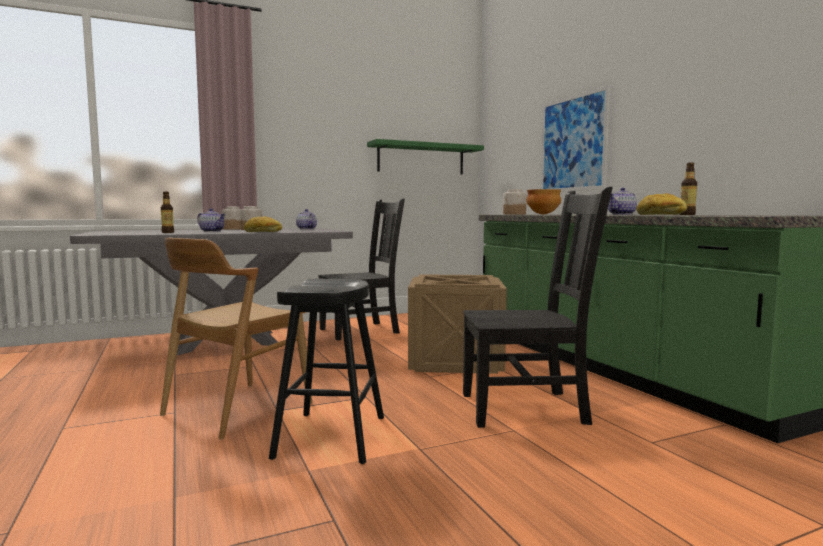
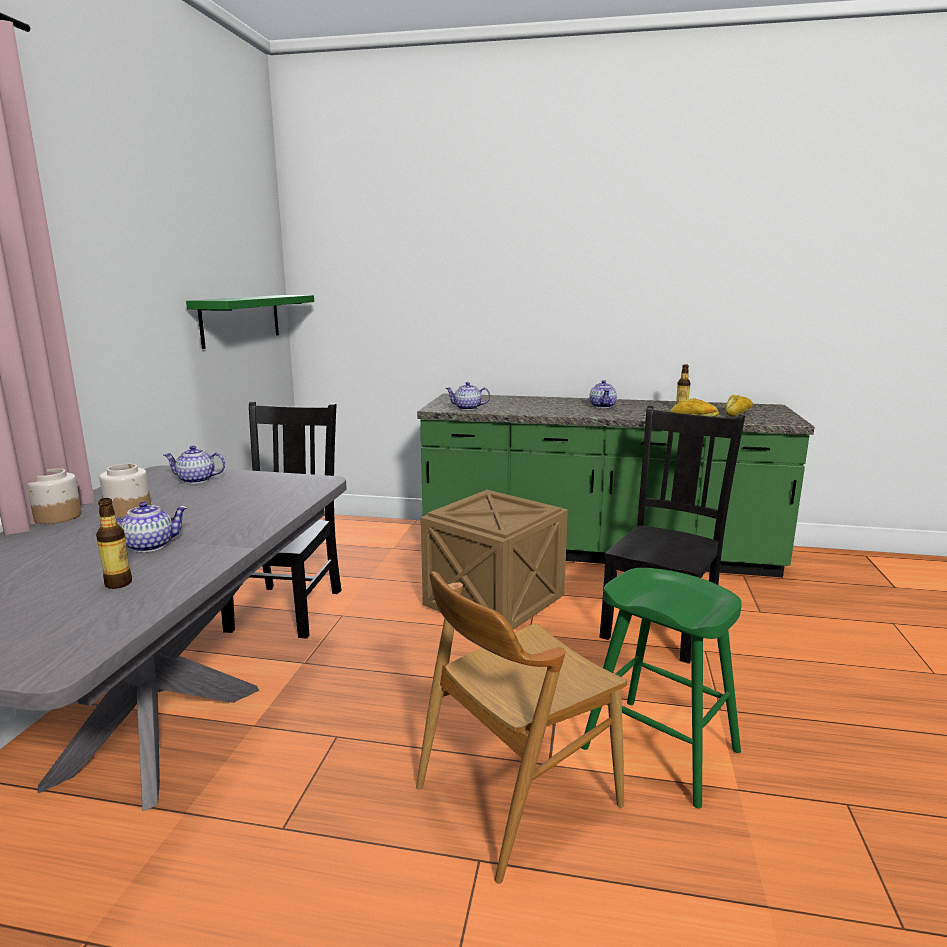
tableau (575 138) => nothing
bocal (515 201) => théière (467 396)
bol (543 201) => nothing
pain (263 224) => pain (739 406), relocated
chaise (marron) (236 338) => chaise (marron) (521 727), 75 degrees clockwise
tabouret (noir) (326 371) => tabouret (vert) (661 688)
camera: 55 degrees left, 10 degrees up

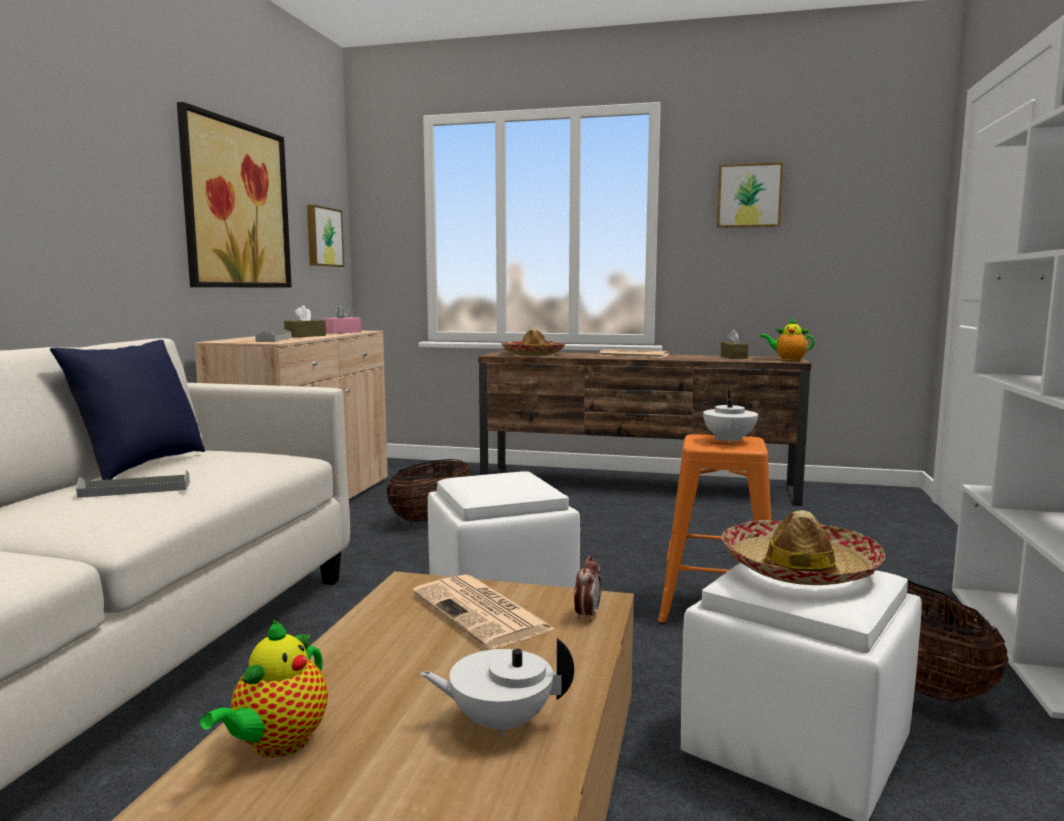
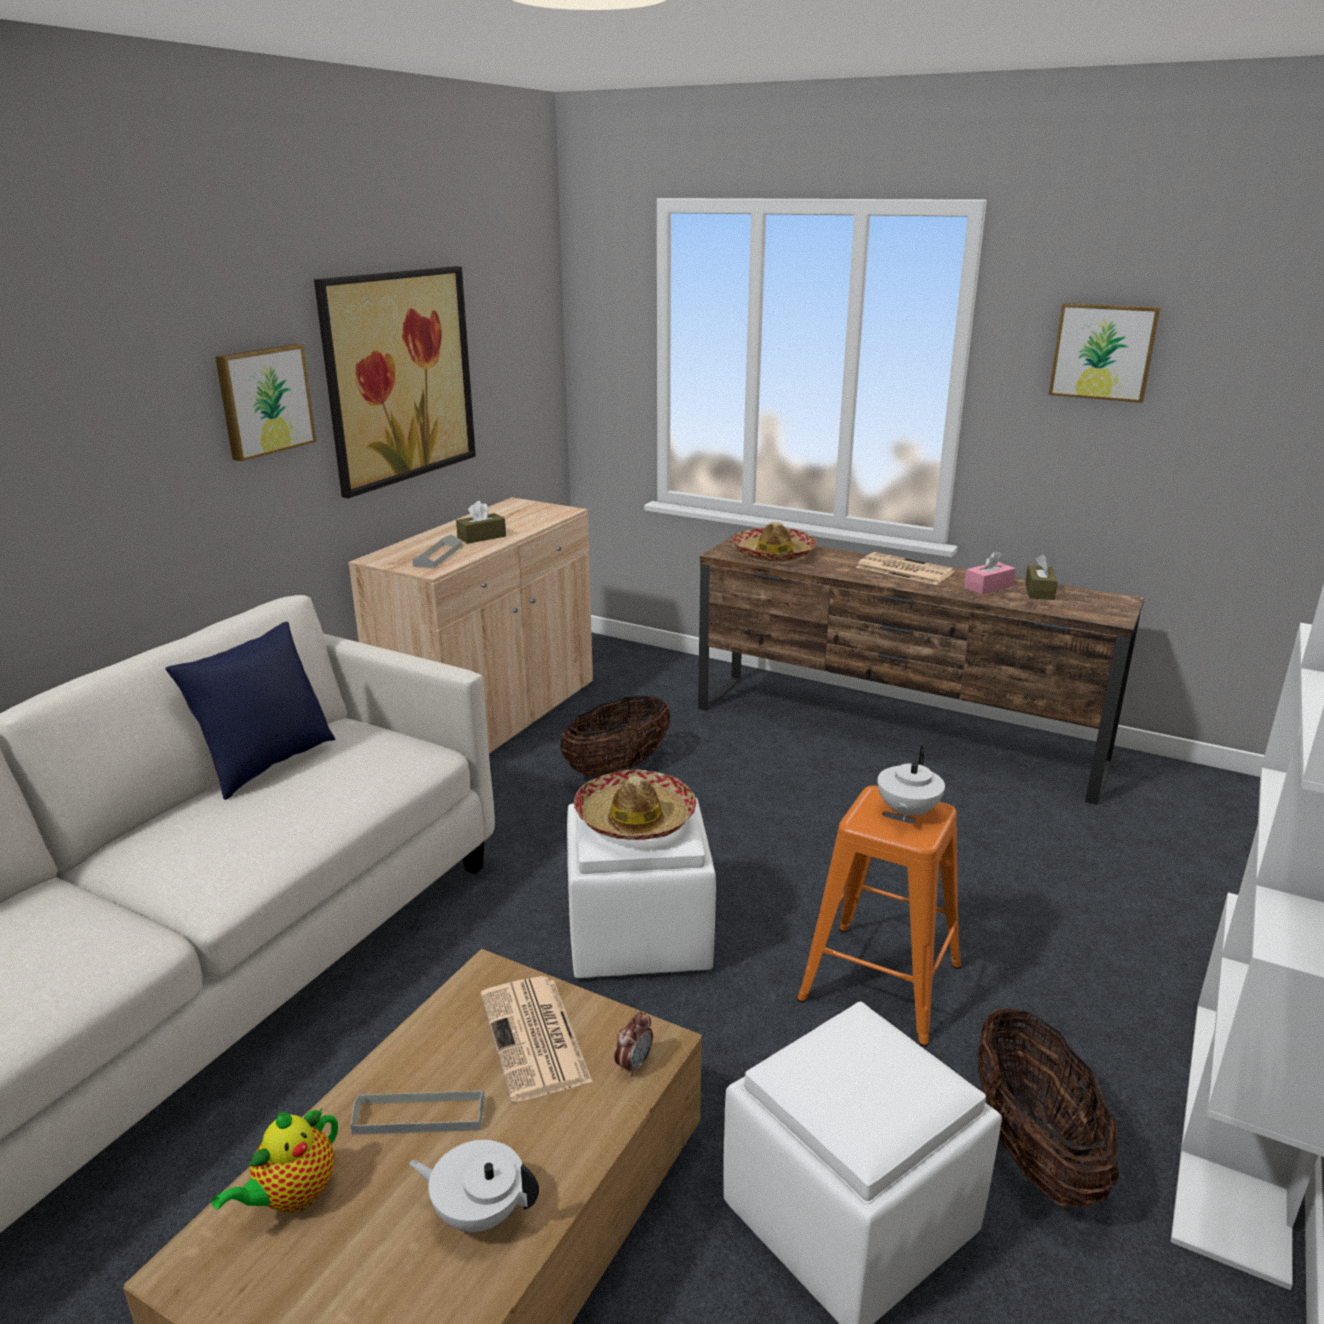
tableau (325 236) => tableau (265 402), relocated
boîte à mouchoirs (rose) (342 319) => boîte à mouchoirs (rose) (989 572), relocated
théière (787 339) => nothing
plateau (gris) (133 484) => plateau (gris) (417 1112), relocated
chapeau (803 547) => chapeau (634 804), relocated
camera: 15 degrees right, 15 degrees up

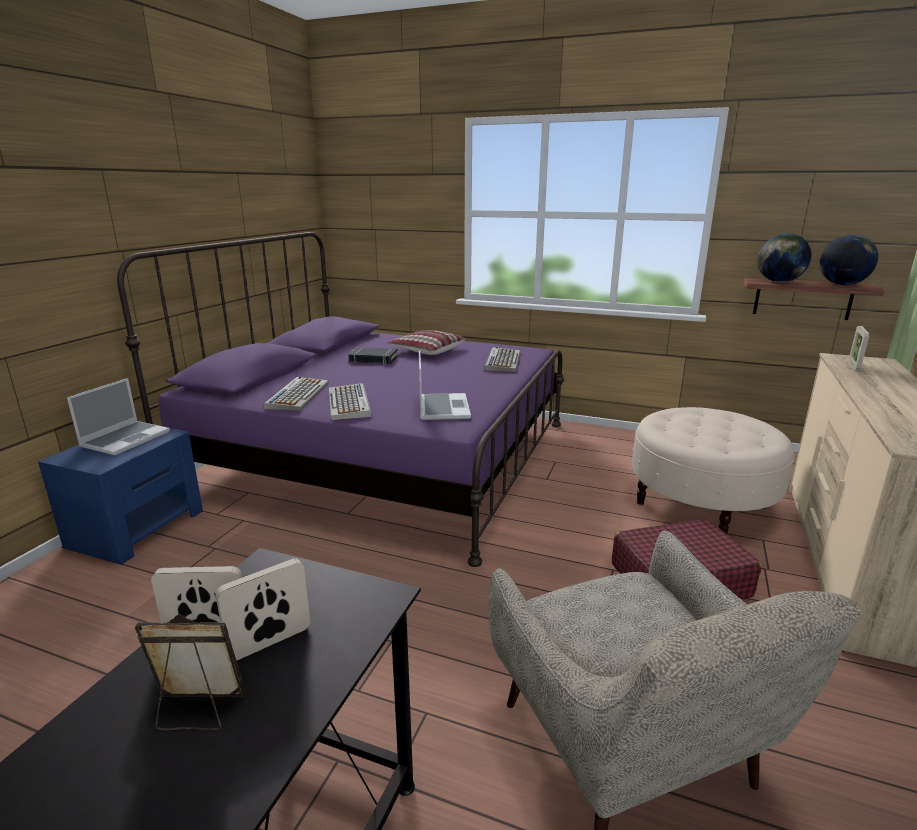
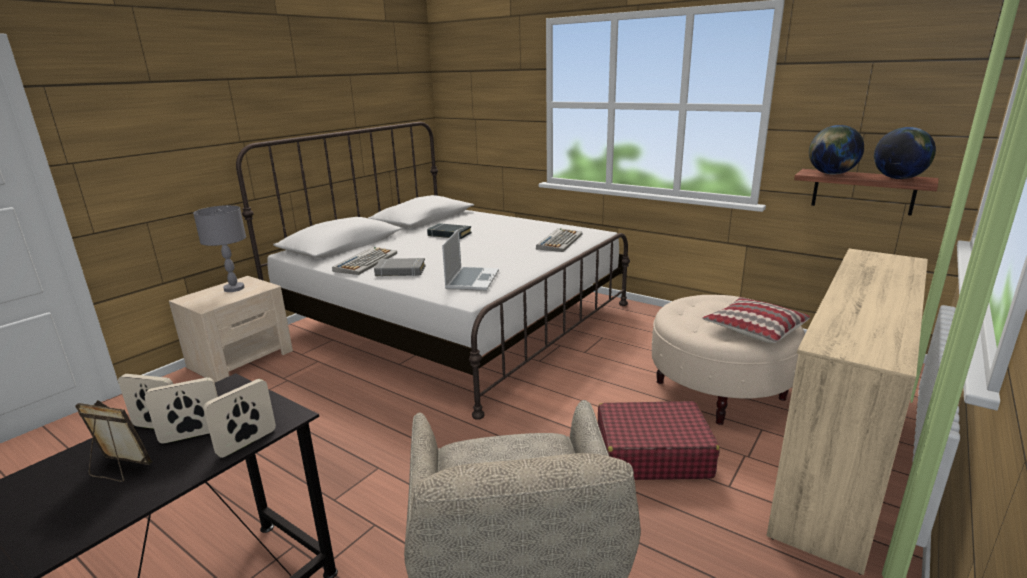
lit (violet) (340 399) => lit (blanc) (433 271)
cadre photo (859 348) => cadre photo (239 418), relocated
coussin (426 342) => coussin (756 320), relocated
ordinateur portable (118 416) => lampe de table (gris) (219 248)
clavier (350 401) => livre (gris) (399 267)
table de chevet (bleu) (120 496) => table de chevet (beige) (231 329)
camera: 15 degrees right, 0 degrees up

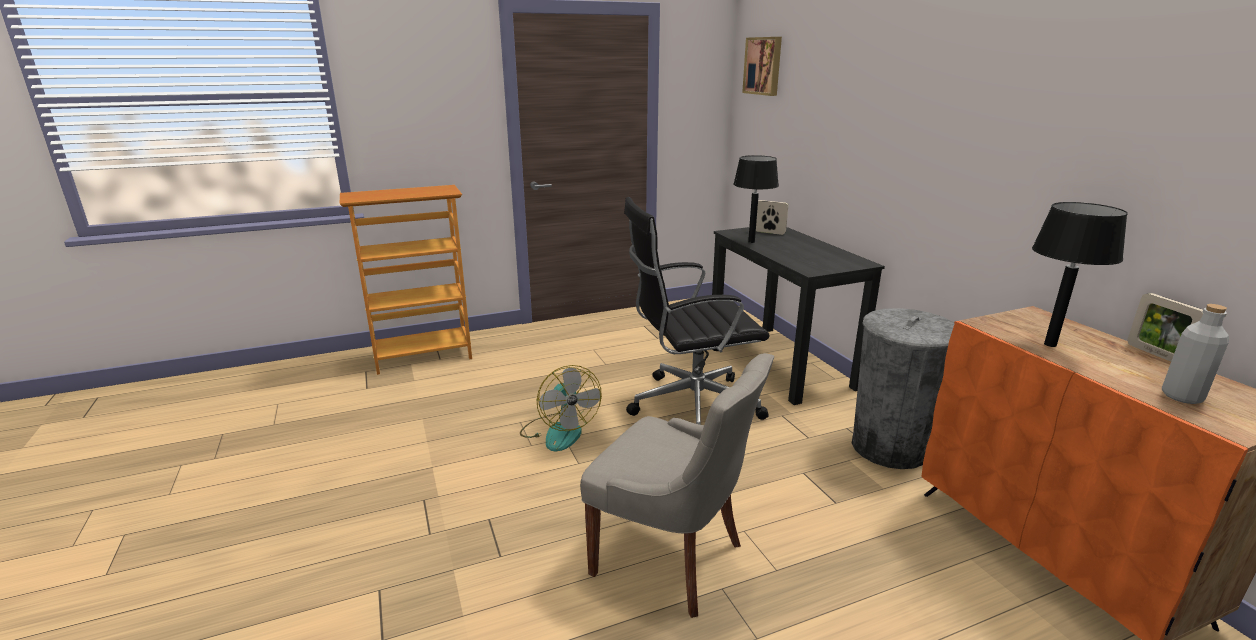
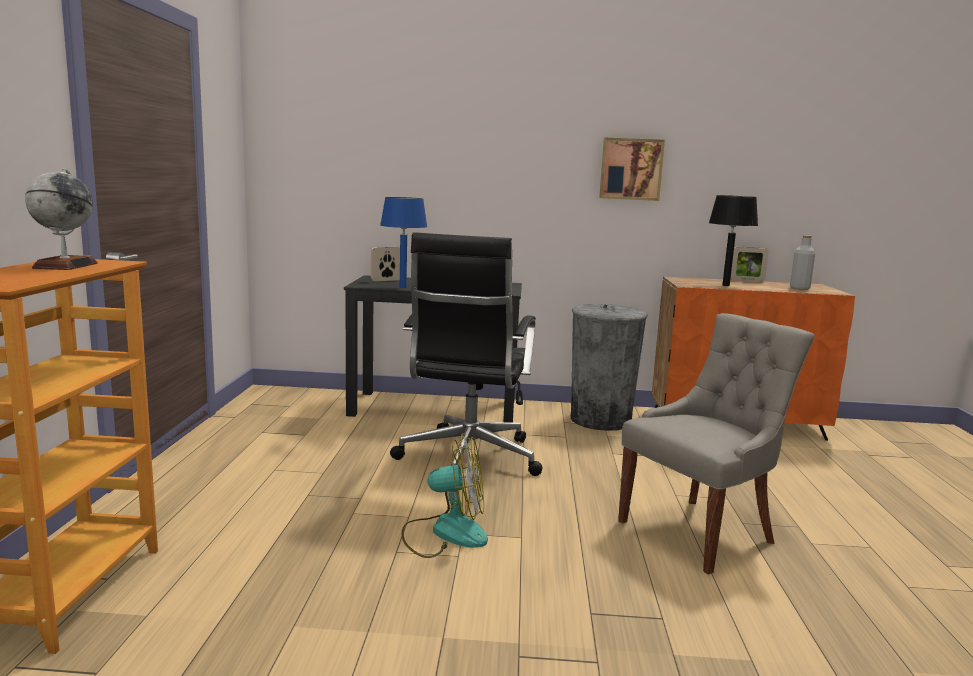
tableau (762 66) => tableau (632 169), relocated
lampe de table (noir) (756 199) => lampe de table (bleu) (403 242)
nothing => globe (61 219)
camera: 65 degrees left, 10 degrees down

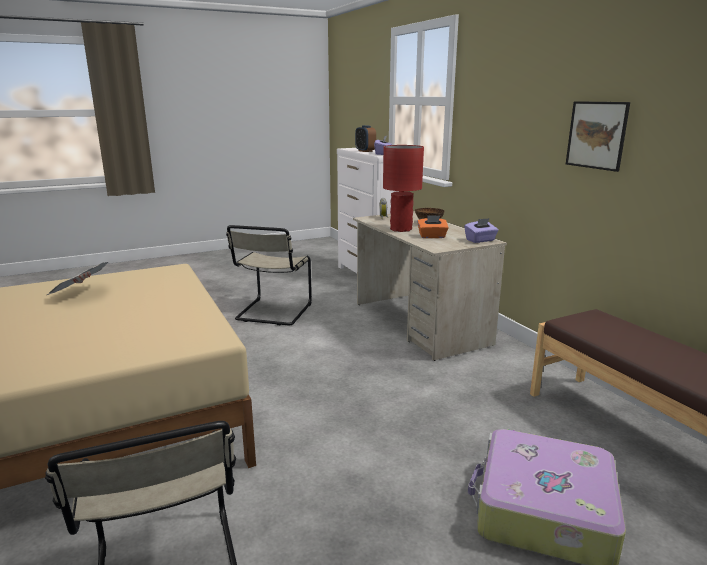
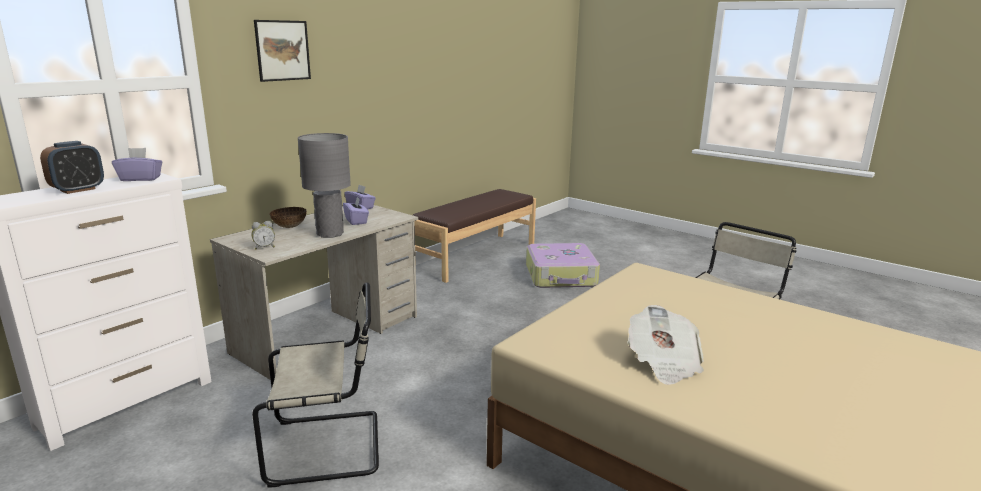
tableau (598 136) => tableau (282 51), relocated
lampe de table (rouge) (403 188) => lampe de table (gris) (324 185)
boîte à mouchoirs (orange) (432 226) => boîte à mouchoirs (violet) (356 211)
camera: 115 degrees left, 0 degrees up

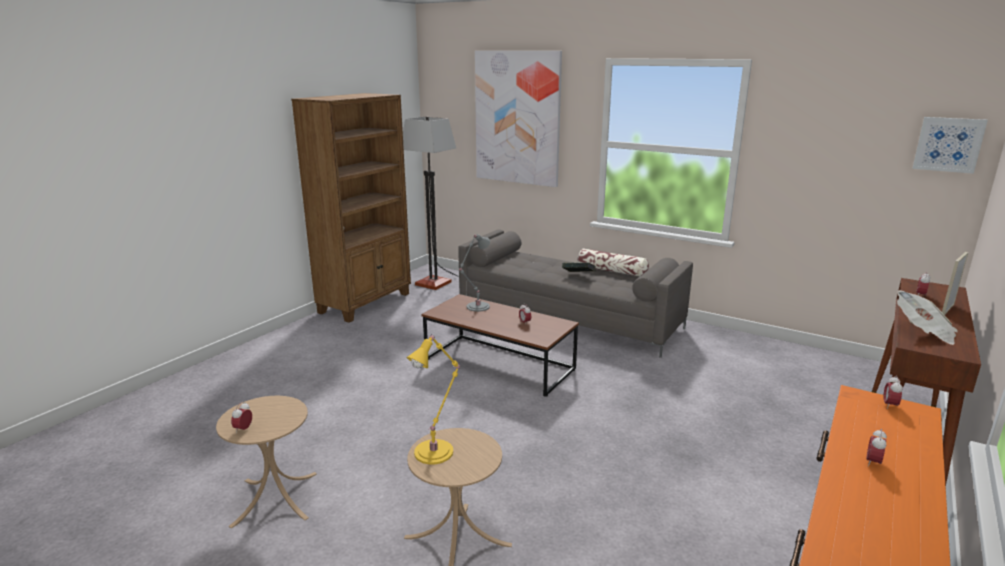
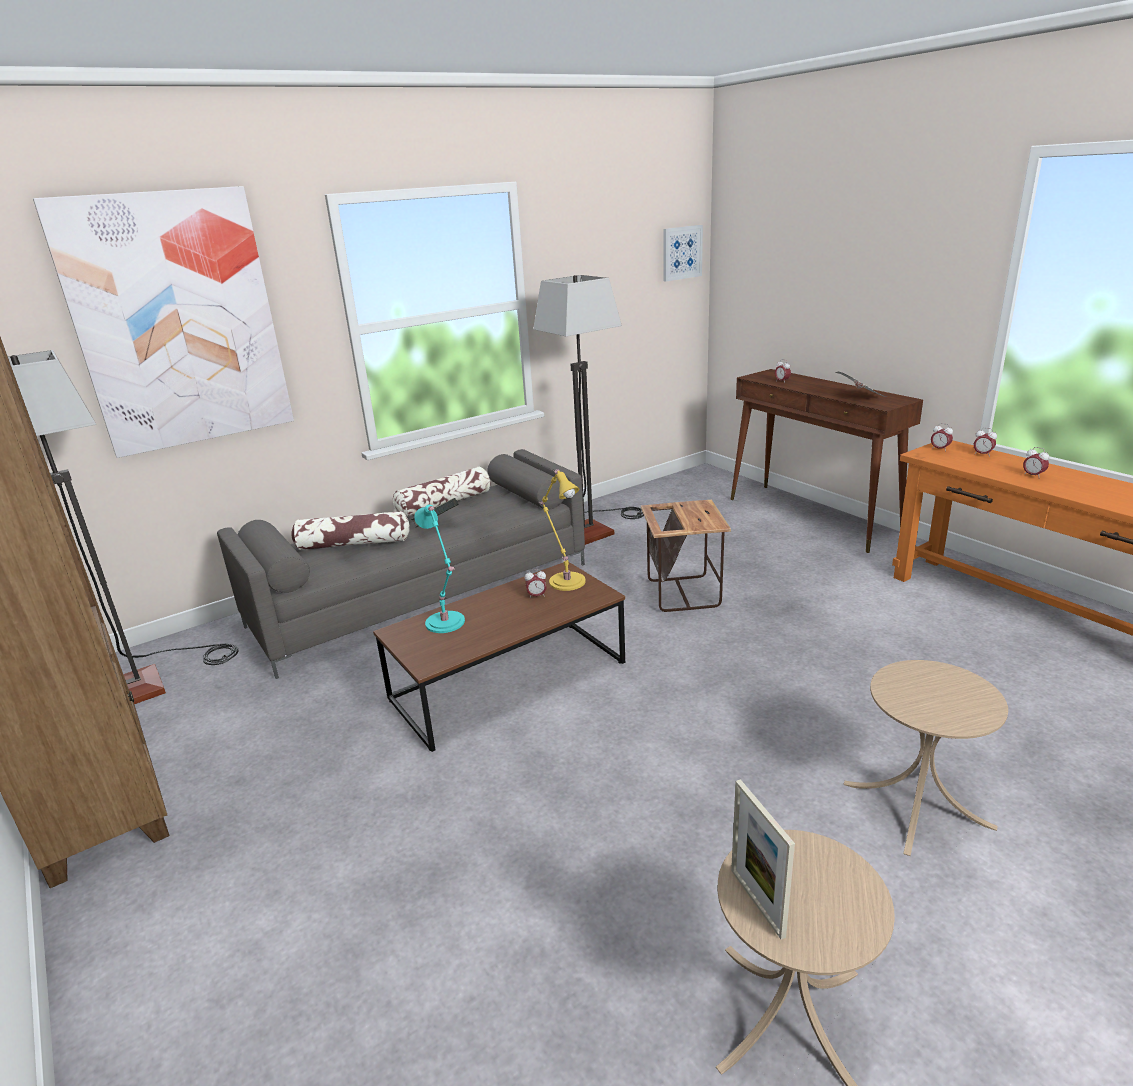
lampe de table (gris) (474 273) => lampe de table (turquoise) (439 569)
cadre photo (955 283) => cadre photo (763 859), relocated
lampe de table (jaune) (433 399) => lampe de table (jaune) (562 530), relocated
réveil (241 417) => réveil (985 442), relocated
nothing => lampadaire (588 410)
nothing => table d'appoint (686 556)
nothing => coussin (350 530)
camera: 65 degrees left, 5 degrees up

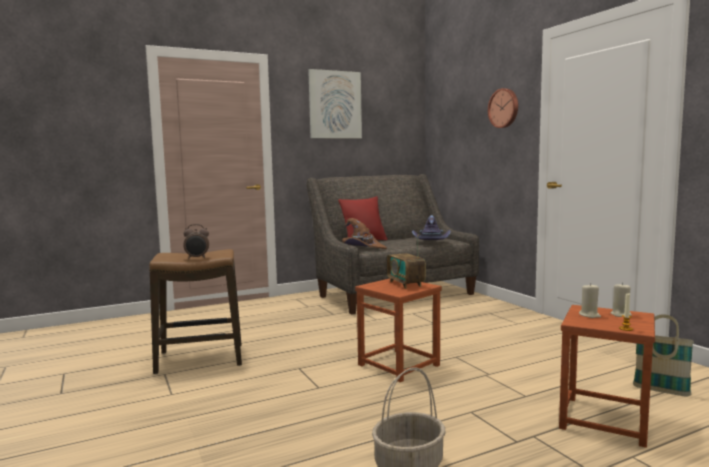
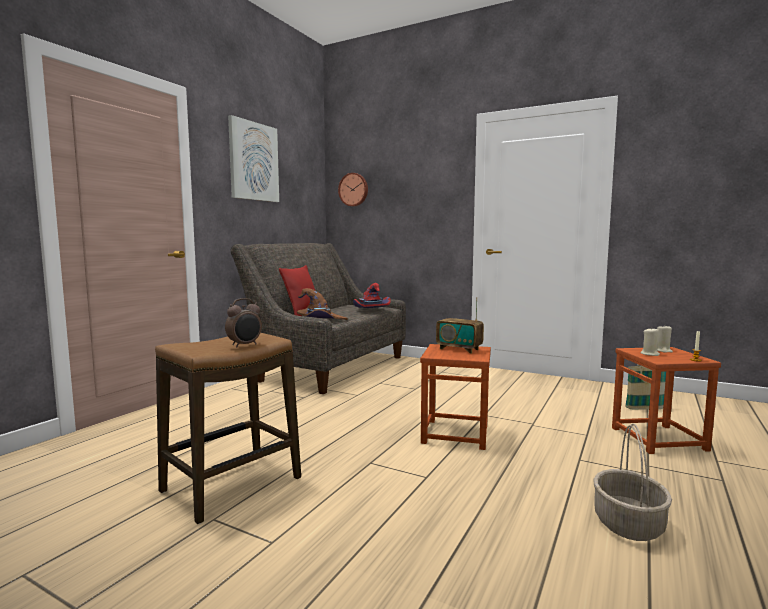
horloge murale (503 108) => horloge murale (353 190), relocated
chapeau (violet) (431 227) => chapeau (rouge) (372 295)
camera: 35 degrees left, 0 degrees up

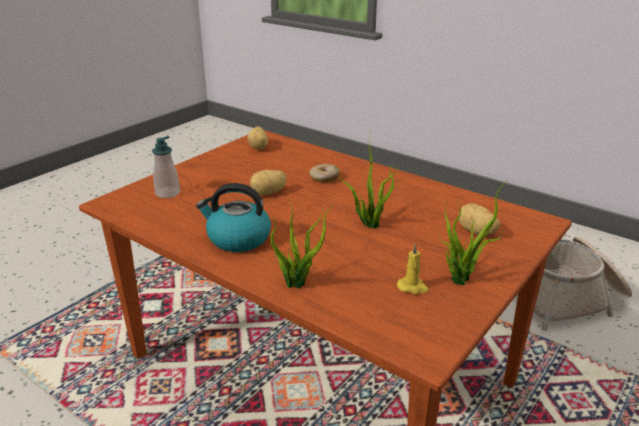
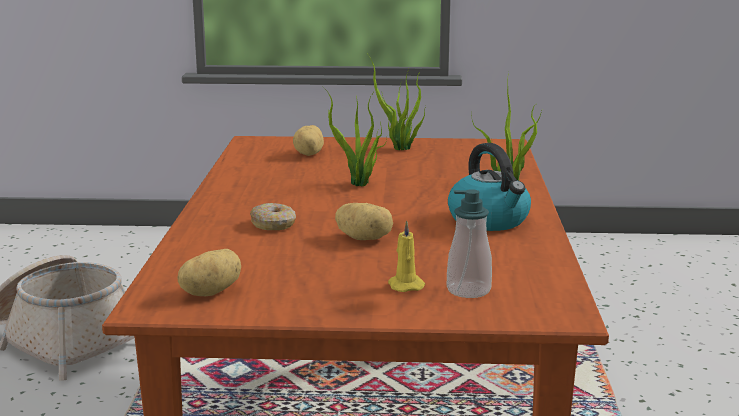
bougie (jaune) (413 269) => bougie (jaune) (406 256), relocated
camera: 125 degrees left, 10 degrees down

